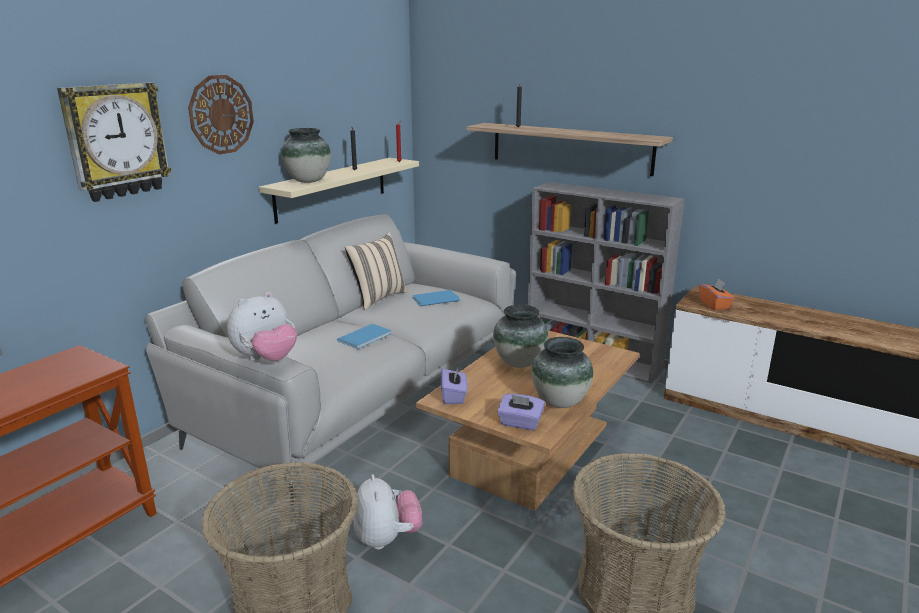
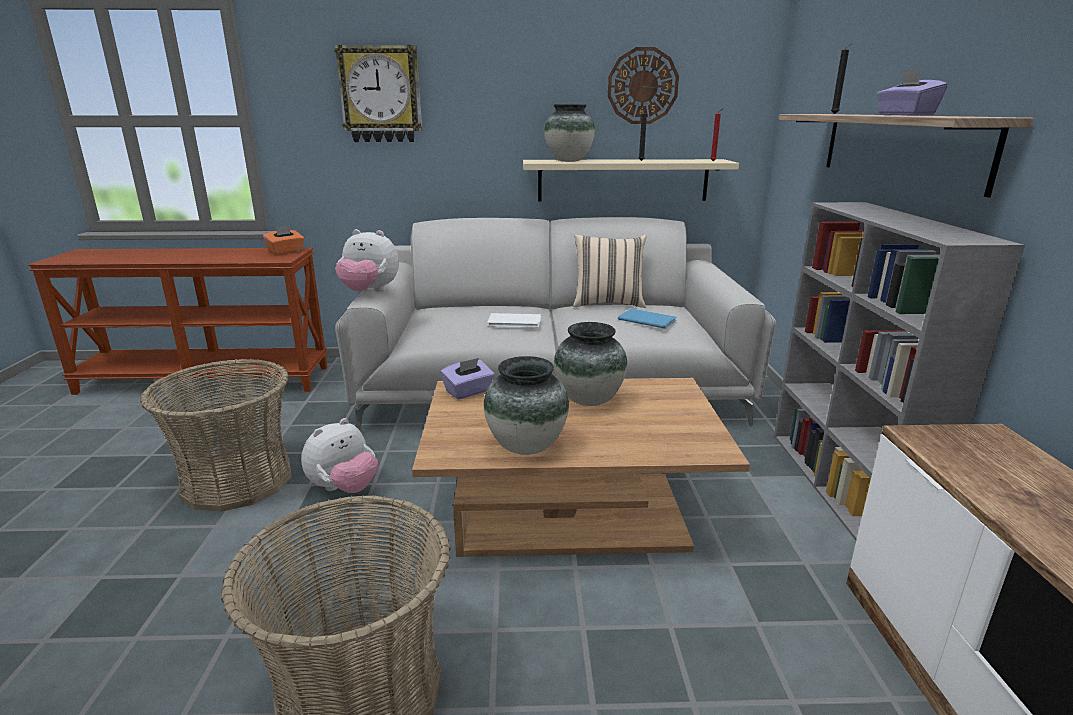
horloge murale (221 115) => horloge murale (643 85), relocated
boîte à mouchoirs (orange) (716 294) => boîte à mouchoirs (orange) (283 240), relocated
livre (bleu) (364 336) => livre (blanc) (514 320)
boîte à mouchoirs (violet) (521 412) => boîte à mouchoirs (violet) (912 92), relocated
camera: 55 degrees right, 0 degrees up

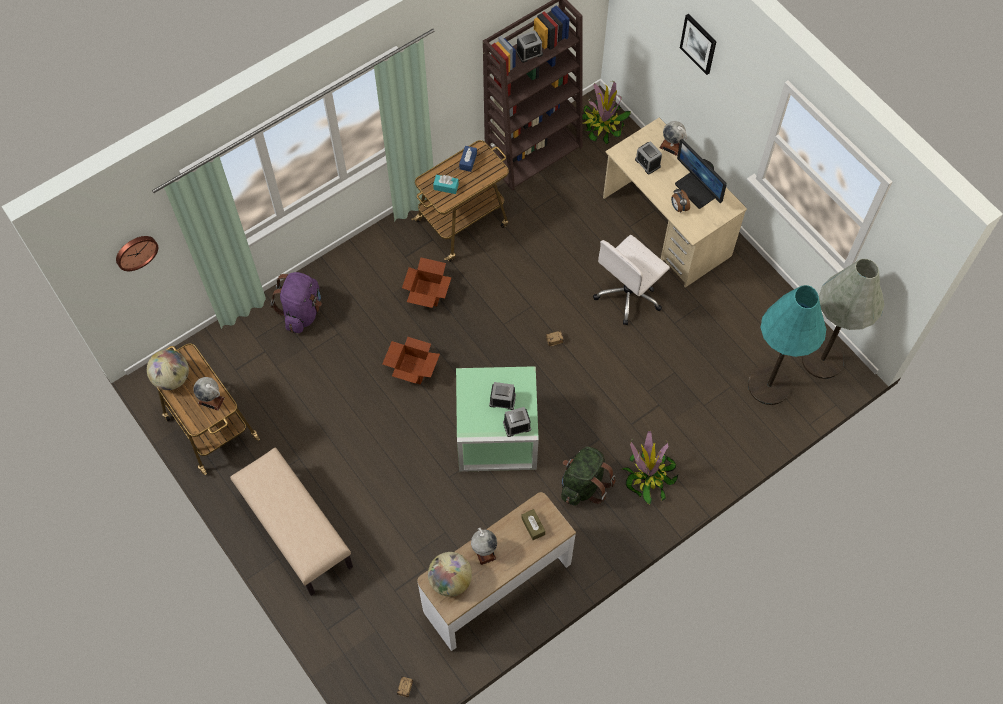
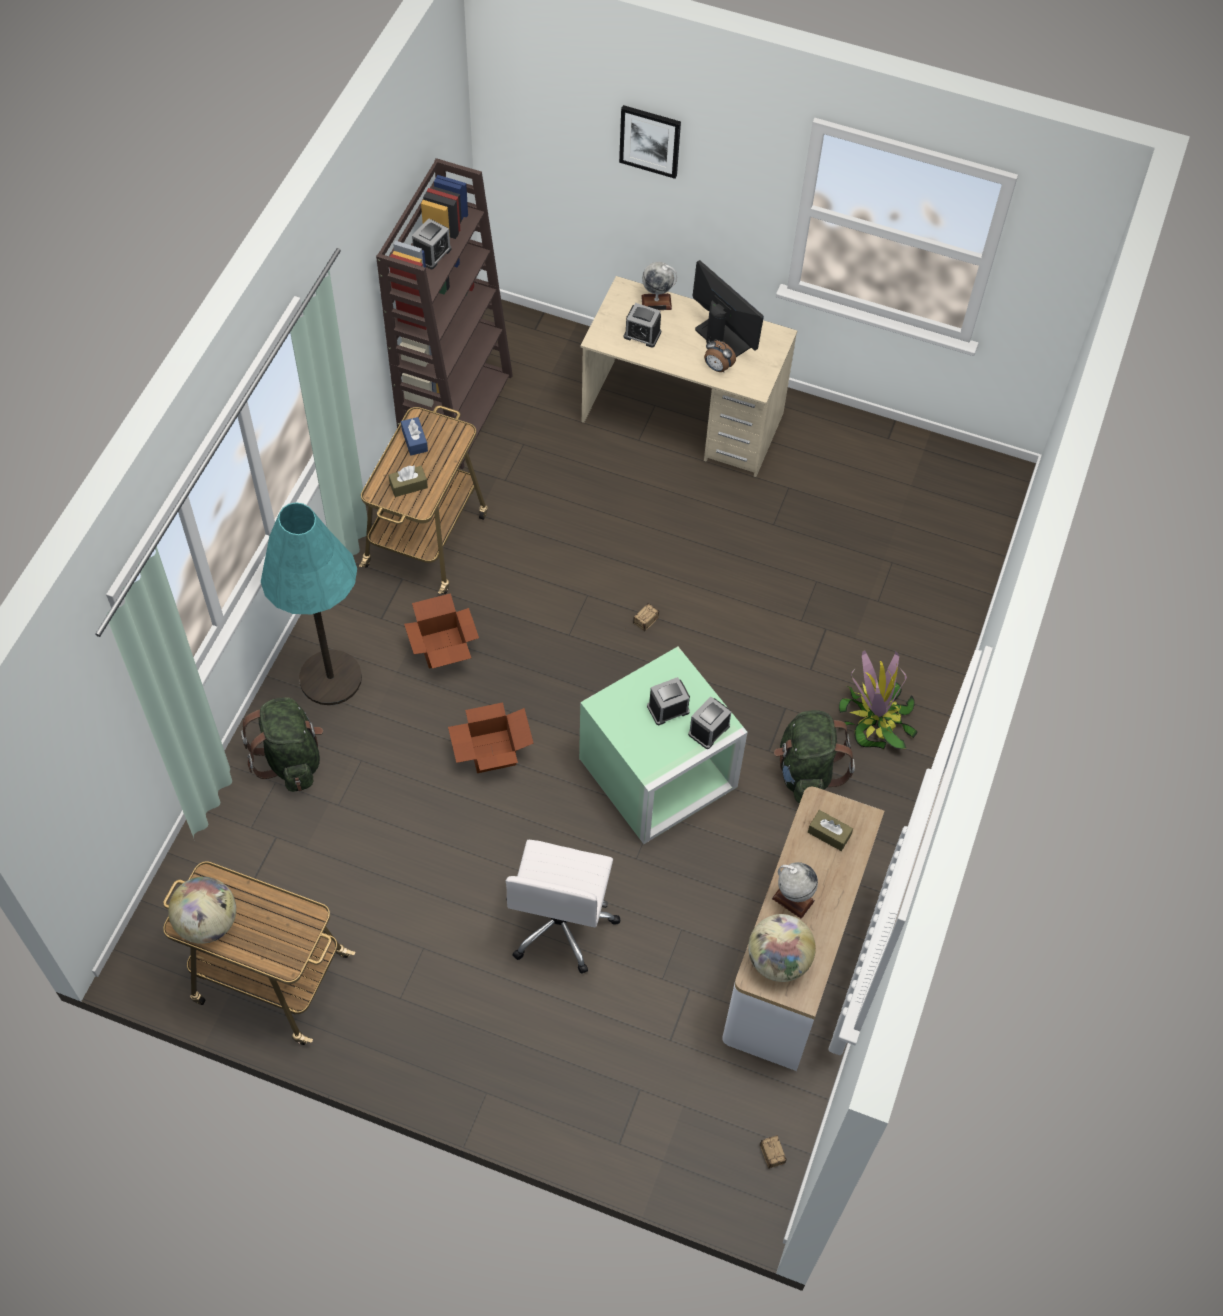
plante en pot (606 112) => nothing
écran d'ordinateur (701 174) => écran d'ordinateur (728 308), 150 degrees counterclockwise
boîte à mouchoirs (turquoise) (446 184) => boîte à mouchoirs (marron) (408 481)
chaise de bureau (blanc) (631 280) => chaise de bureau (blanc) (563 907), relocated
horloge murale (137 253) => nothing
lampadaire (gris) (843 319) => nothing
sac à dos (violet) (296 302) => sac à dos (vert) (282 744)
lampadaire (turquoise) (787 345) => lampadaire (turquoise) (311 603), relocated
globe (209 394) => nothing
banc (beige) (291 521) => nothing
camera: 35 degrees left, 5 degrees down

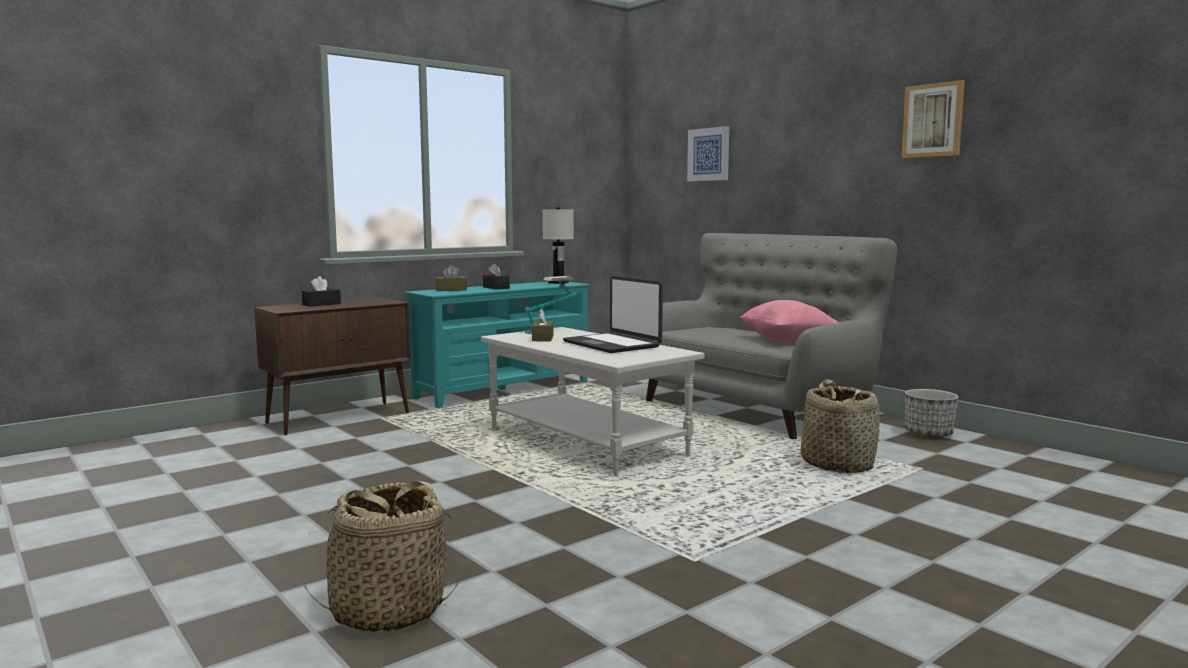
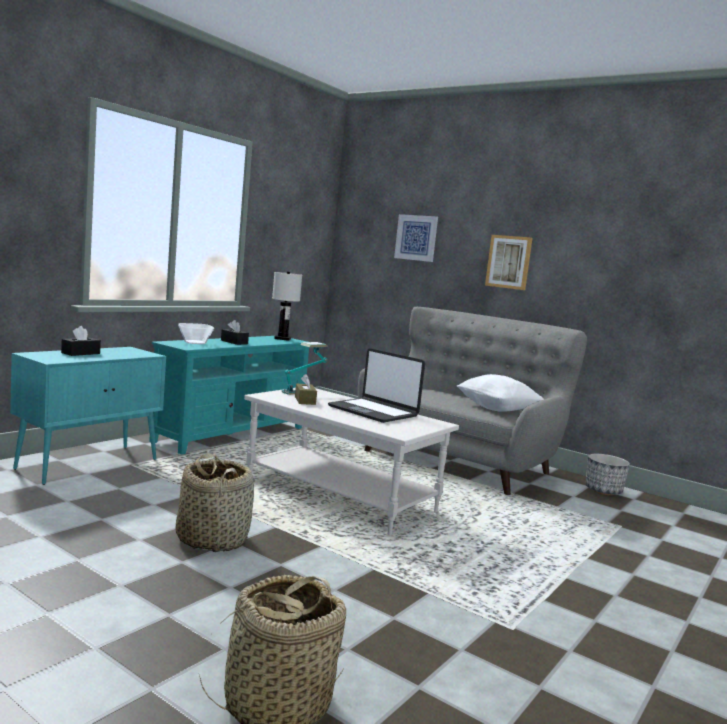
tableau (933 119) => tableau (509 262), relocated
boîte à mouchoirs (marron) (451 278) => bol (196 333)
meuble de rangement (marron) (332 367) => meuble de rangement (turquoise) (88 416)
coussin (rose) (789 321) => coussin (blanc) (500 393)
panier (840 426) => panier (215 502), relocated
camera: 15 degrees left, 0 degrees up

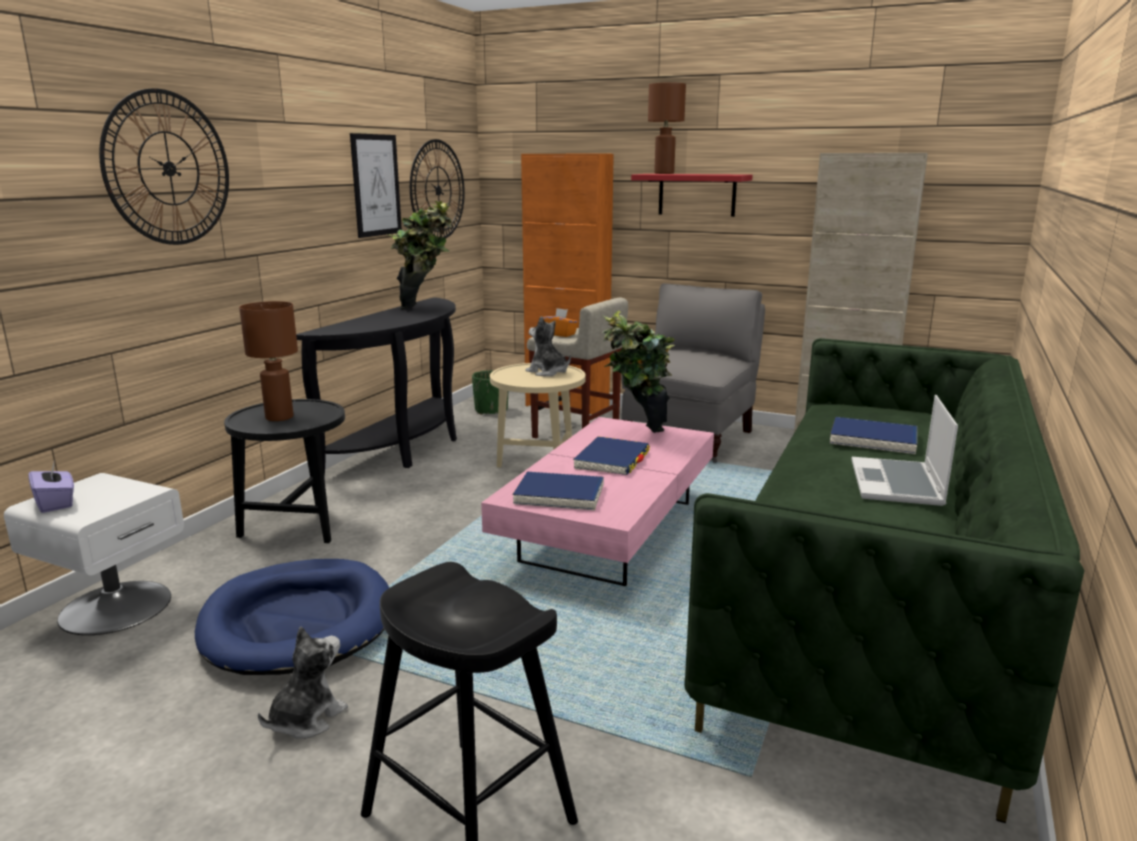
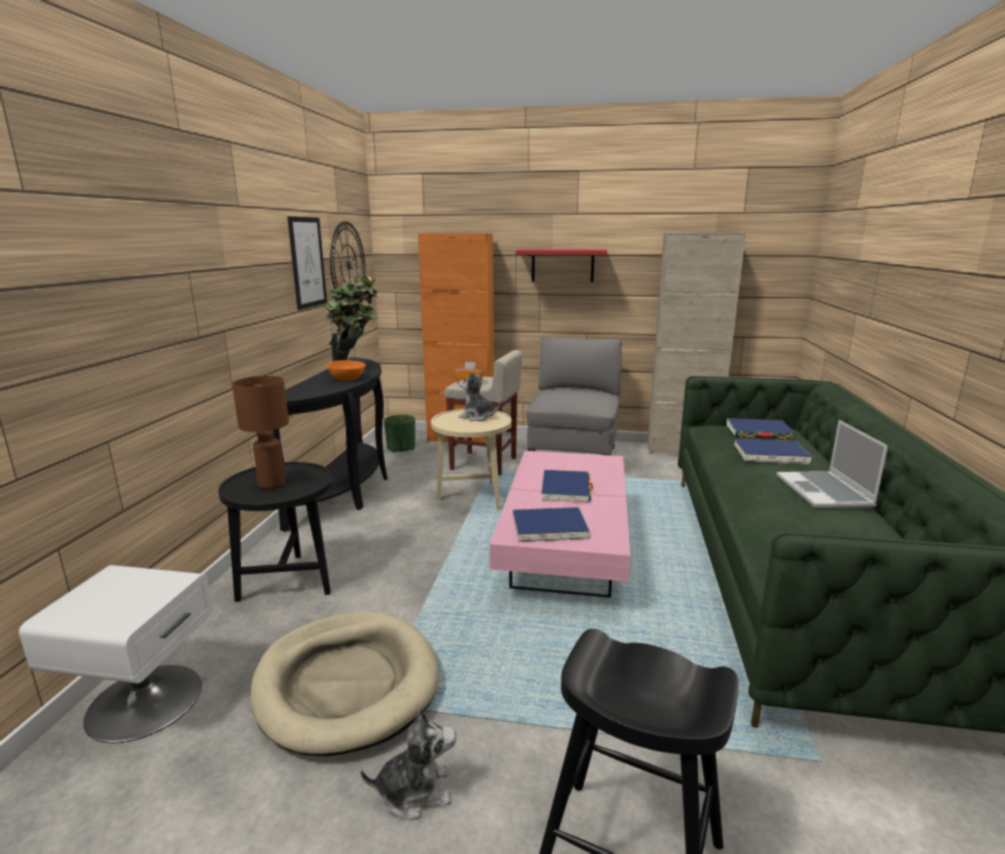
lampe de table (marron) (667 128) => nothing
horloge murale (164 166) => nothing
plante en pot (638 372) => nothing
boîte à mouchoirs (violet) (51 486) => nothing
panier pour chien (bleu) (292 617) => panier pour chien (beige) (345 683)
peluche (303 682) => peluche (408 763), 60 degrees clockwise
nothing => bol (orange) (346 370)
nothing => livre (bleu) (760 428)
camera: 15 degrees left, 0 degrees up

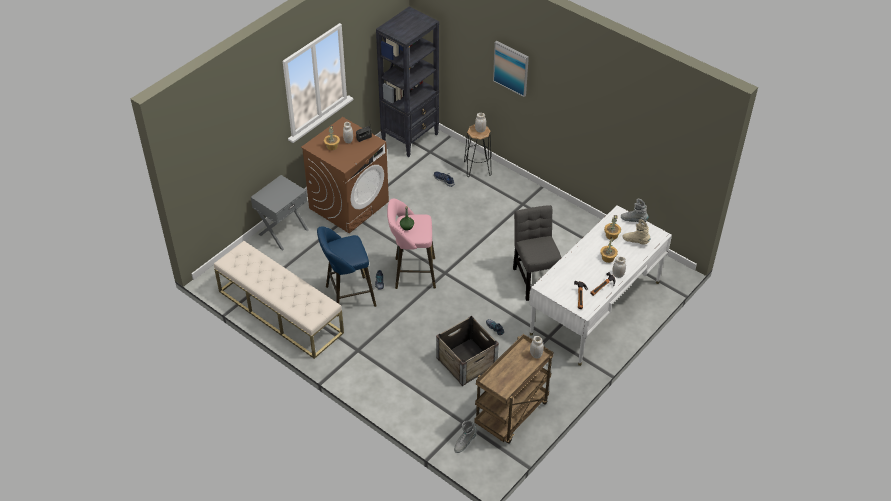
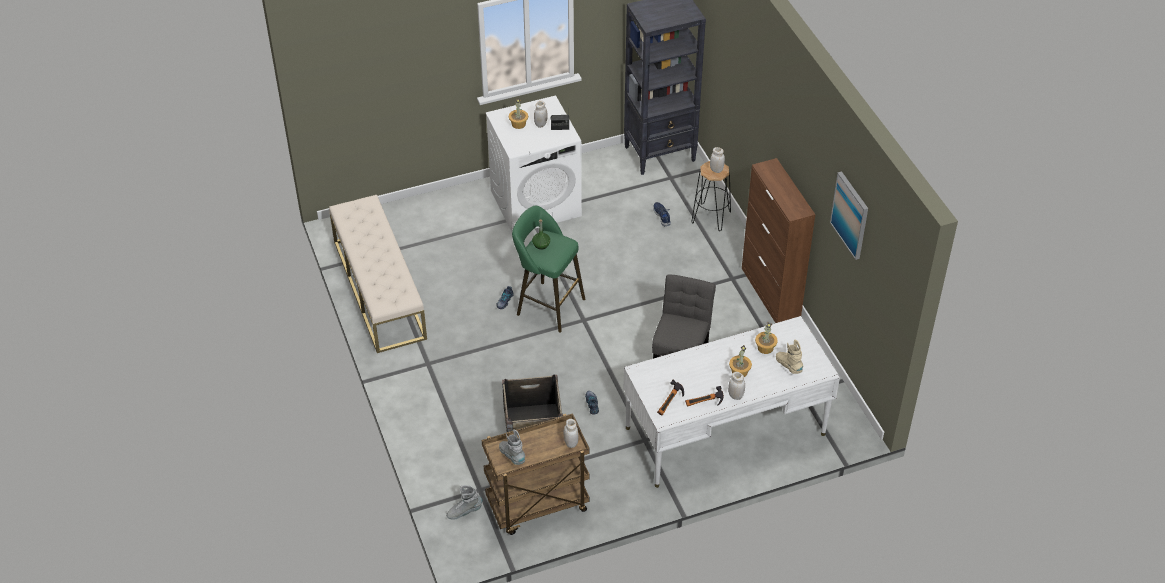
tableau (511 69) => tableau (849 215), relocated
lave-linge (marron) (345 175) => lave-linge (blanc) (533 163)
table de chevet (gris) (279 212) => nothing
tabouret (rose) (411 244) => tabouret (vert) (548 269)
botte (gris) (635 211) => botte (gris) (512 447), relocated
tabouret (bleu) (347 271) => nothing
nothing => meuble de rangement (marron) (778 240)
camera: 30 degrees right, 0 degrees up

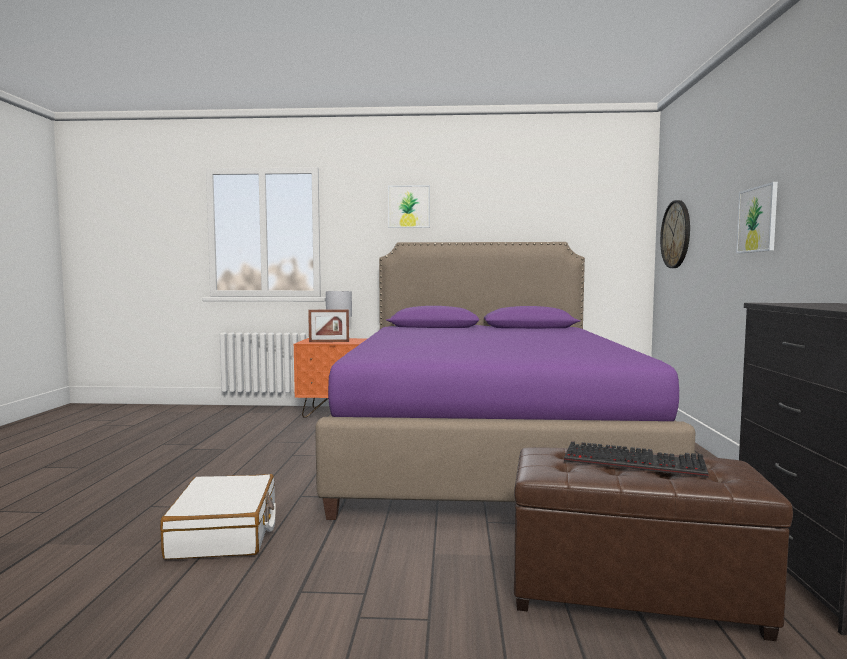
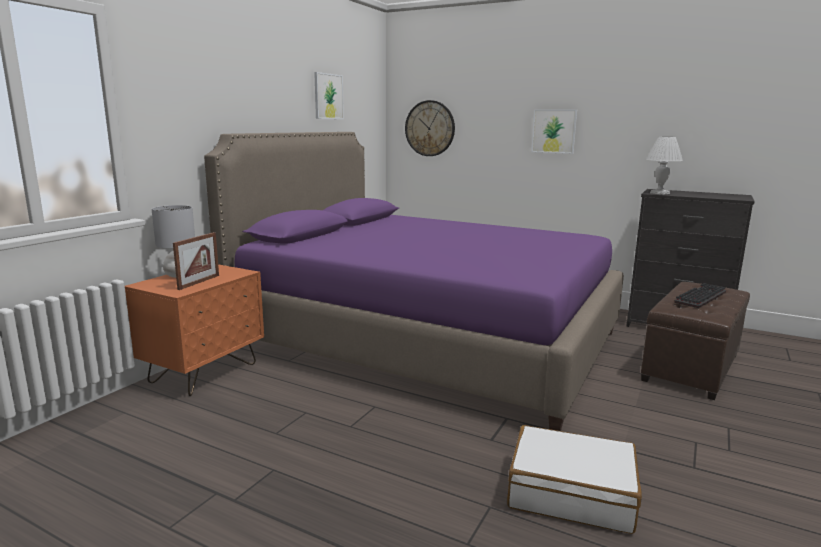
tableau (409 206) => tableau (329 95), relocated
nothing => lampe de table (blanc) (664 166)
camera: 65 degrees left, 10 degrees up

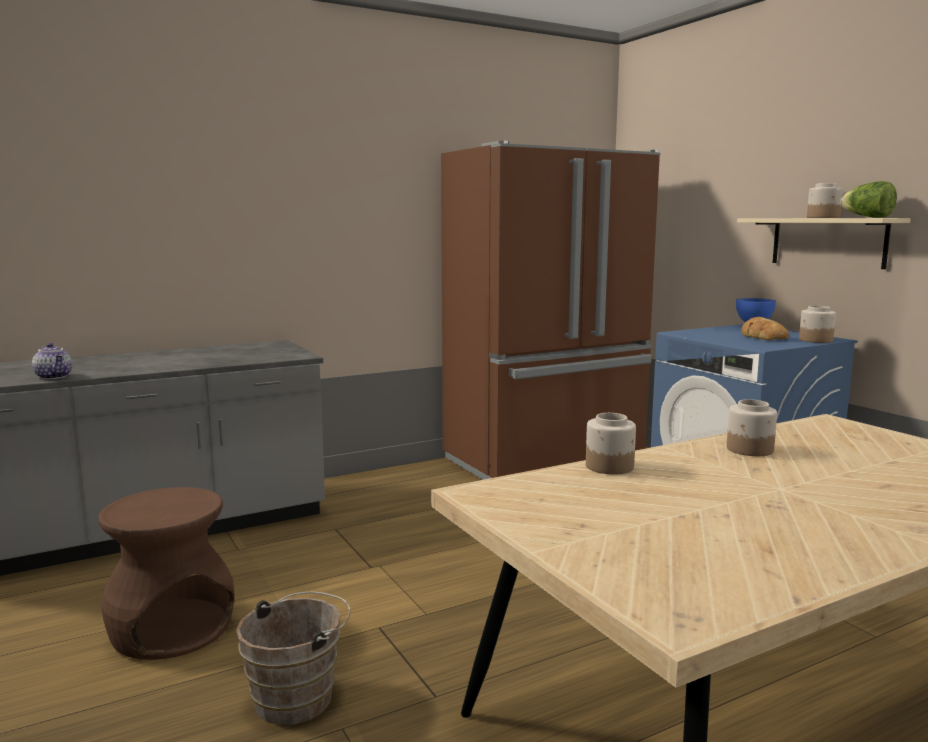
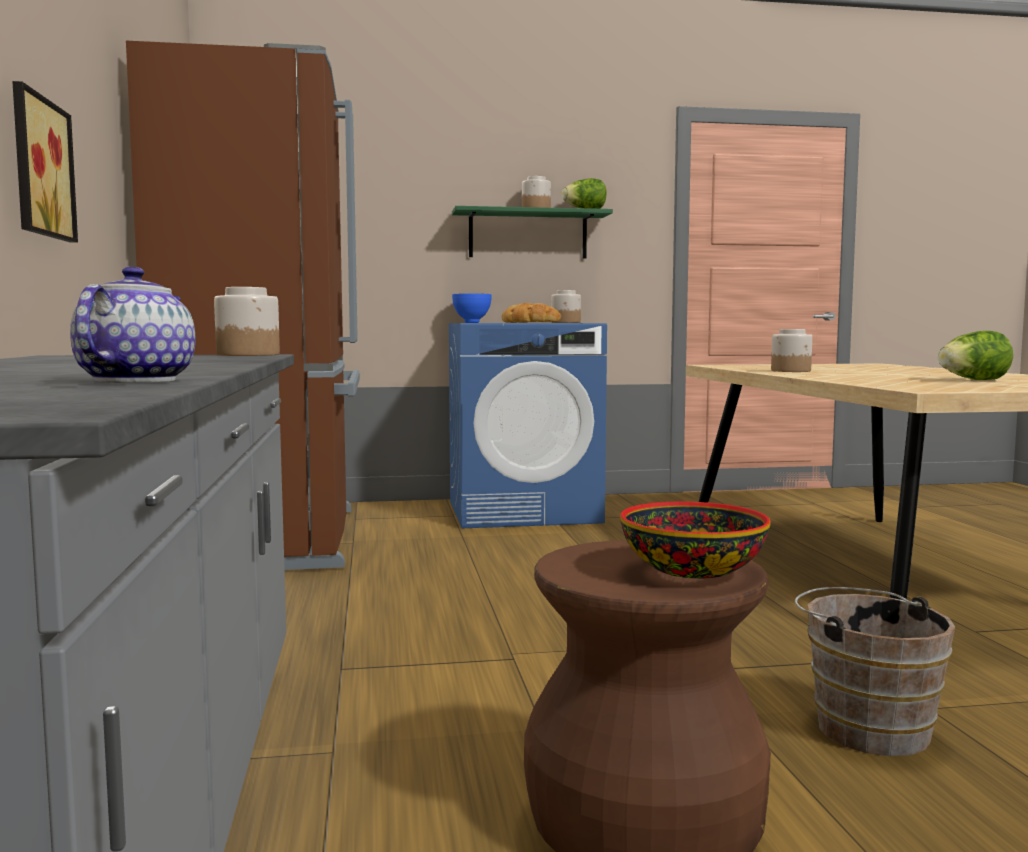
étagère (beige) (823 243) => étagère (vert) (532 232)
théière (52 361) => théière (132 324), 60 degrees counterclockwise
bocal (611 443) => bocal (247 321), relocated
nothing => tableau (45 162)
nothing => laitue (975 355)
nothing => bol (695 540)
camera: 70 degrees left, 5 degrees down

